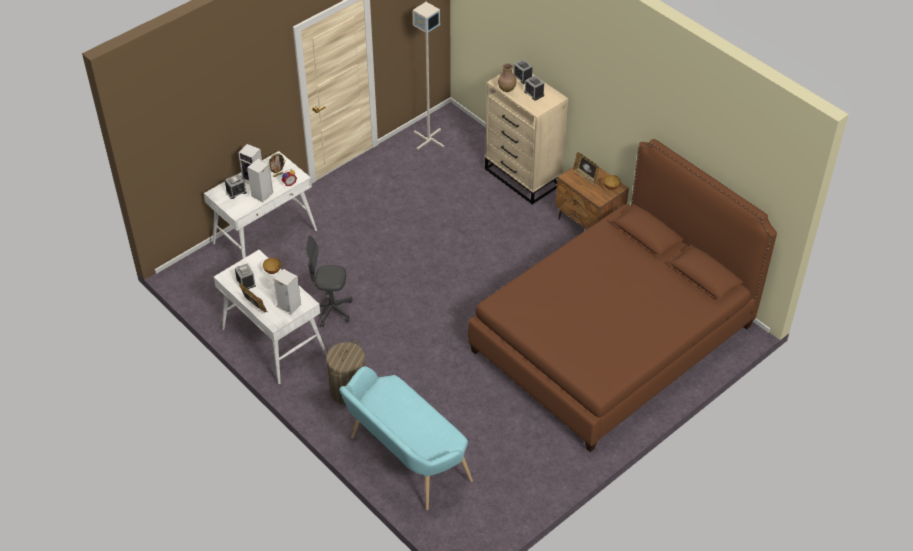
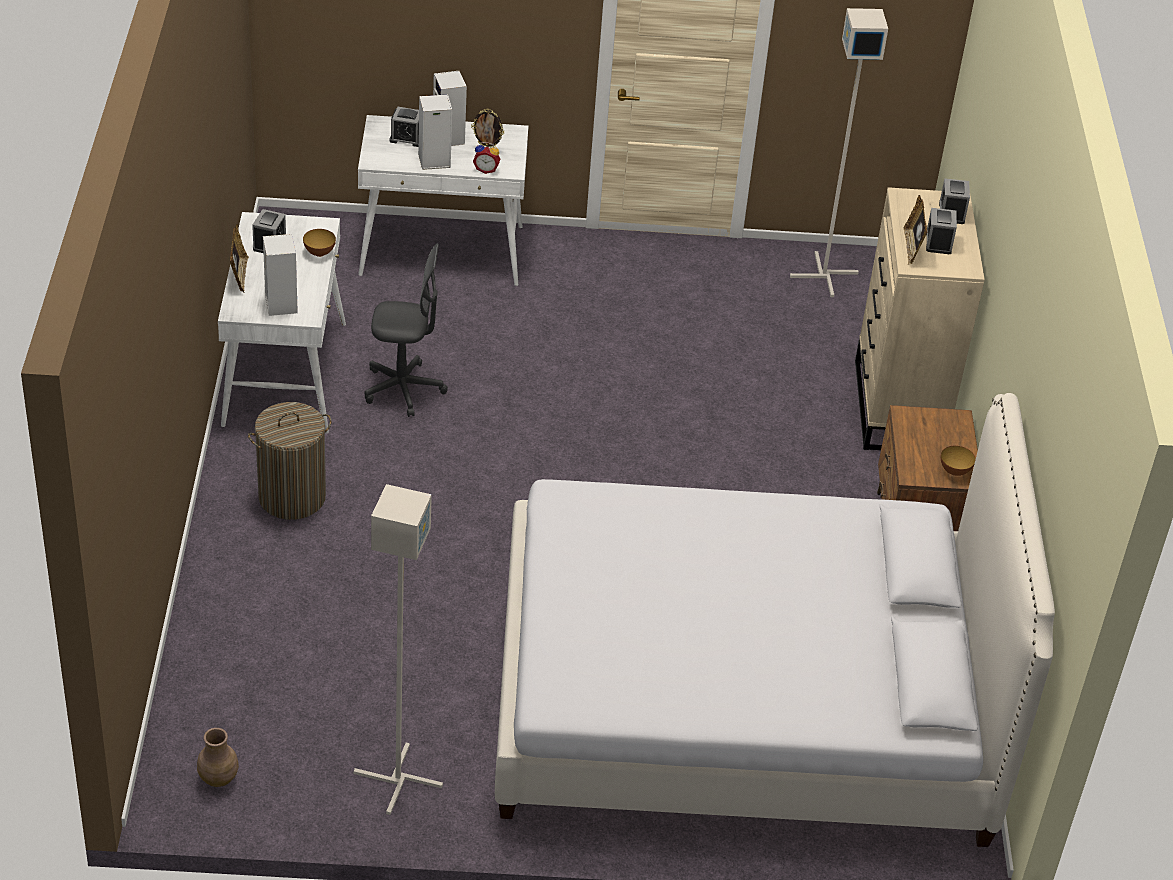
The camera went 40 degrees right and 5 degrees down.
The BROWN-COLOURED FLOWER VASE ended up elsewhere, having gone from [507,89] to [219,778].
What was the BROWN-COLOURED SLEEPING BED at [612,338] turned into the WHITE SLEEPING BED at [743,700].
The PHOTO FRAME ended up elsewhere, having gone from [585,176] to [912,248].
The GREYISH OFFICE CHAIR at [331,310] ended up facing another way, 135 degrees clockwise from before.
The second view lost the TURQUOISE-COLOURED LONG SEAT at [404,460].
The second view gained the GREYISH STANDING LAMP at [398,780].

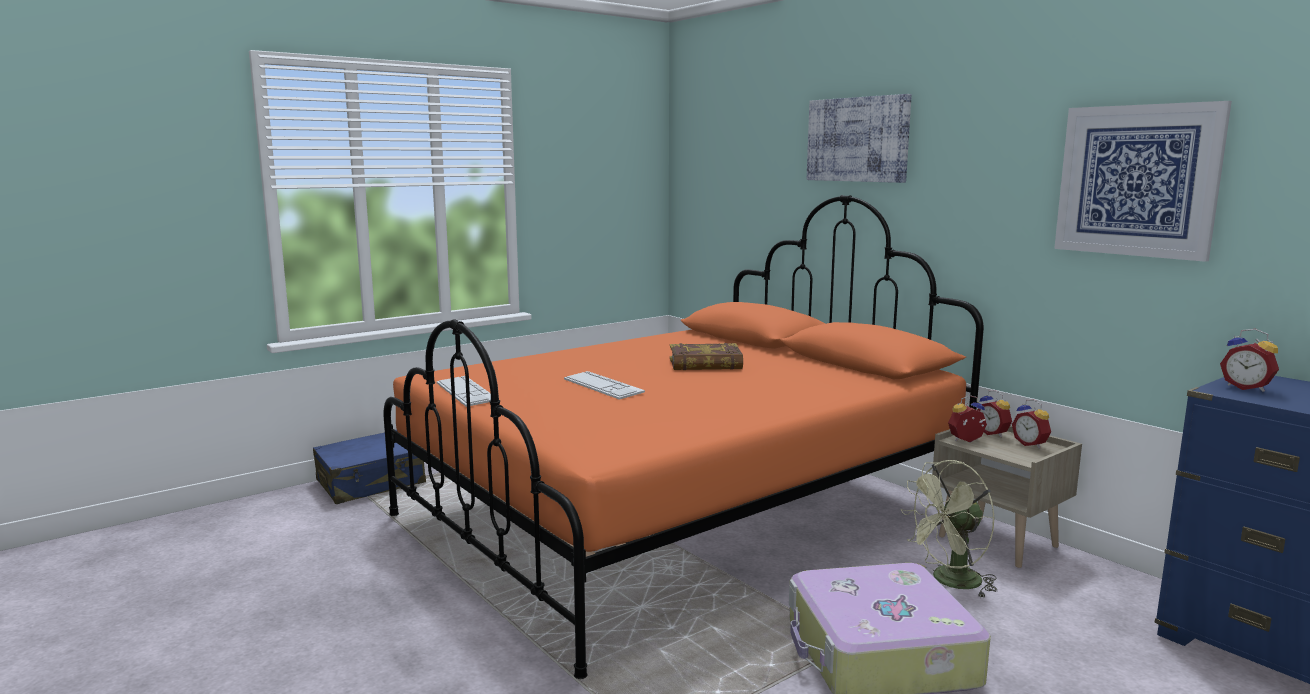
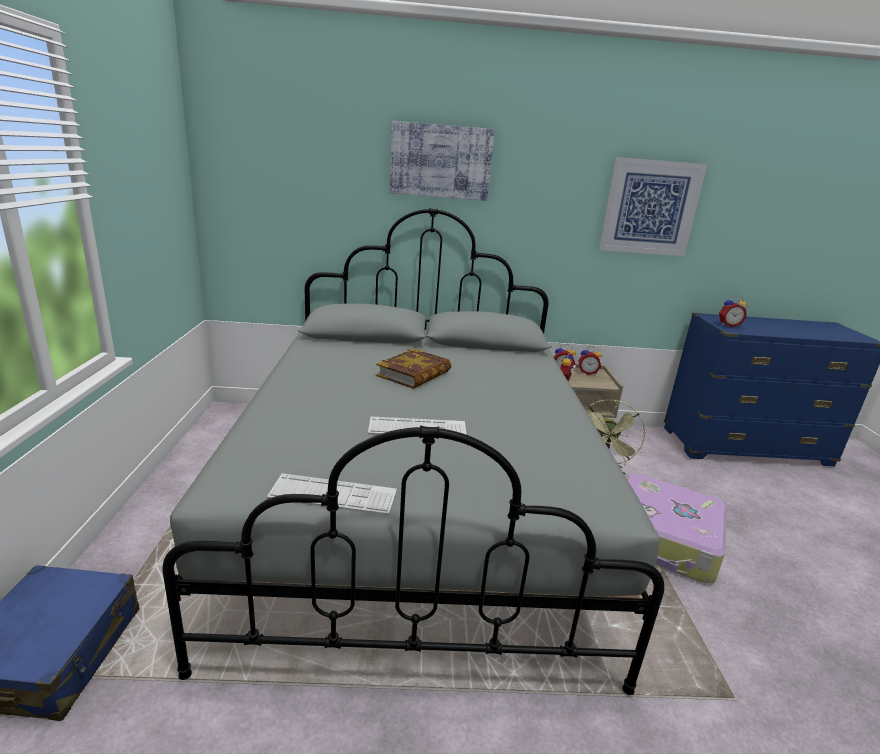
The camera went 55 degrees left and 10 degrees up.
What was the ORANGE SLEEPING BED at [681,515] turned into the GREYISH SLEEPING BED at [417,504].

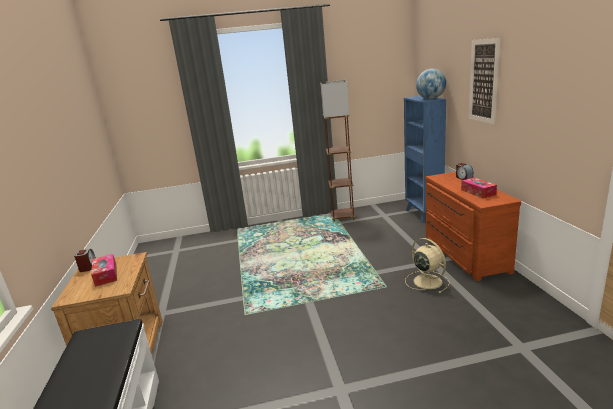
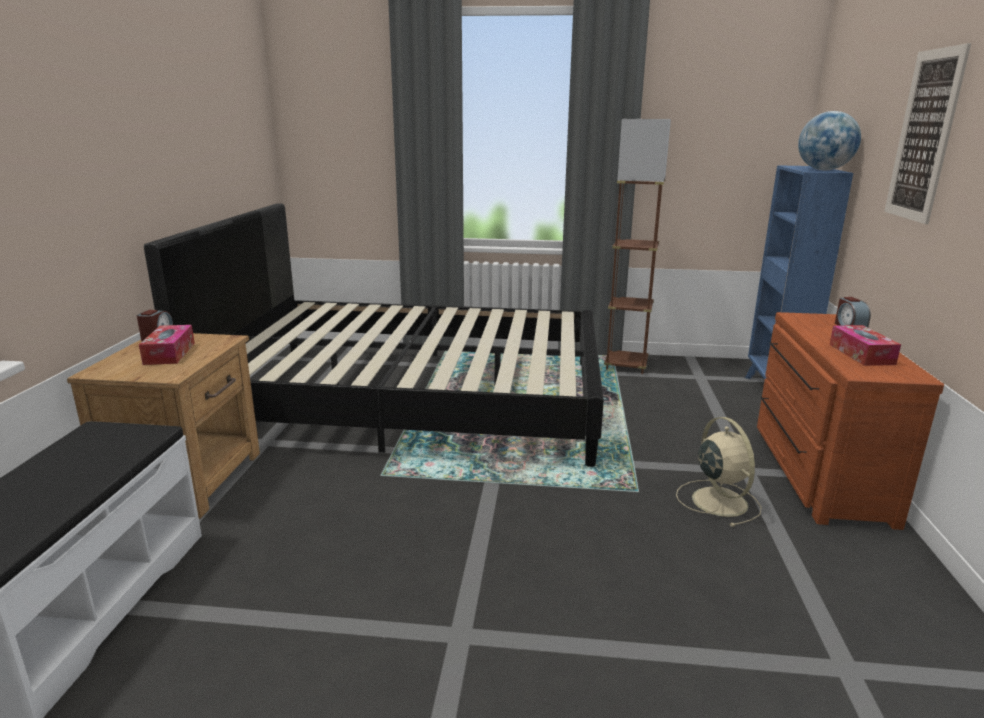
The camera went 15 degrees right and 0 degrees up.
The second view gained the BLACK-COLOURED SLEEPING BED at [413,398].

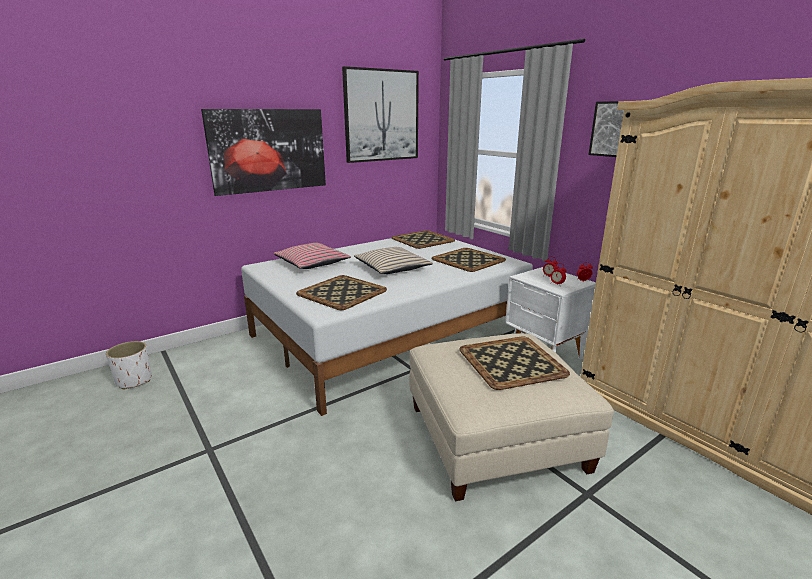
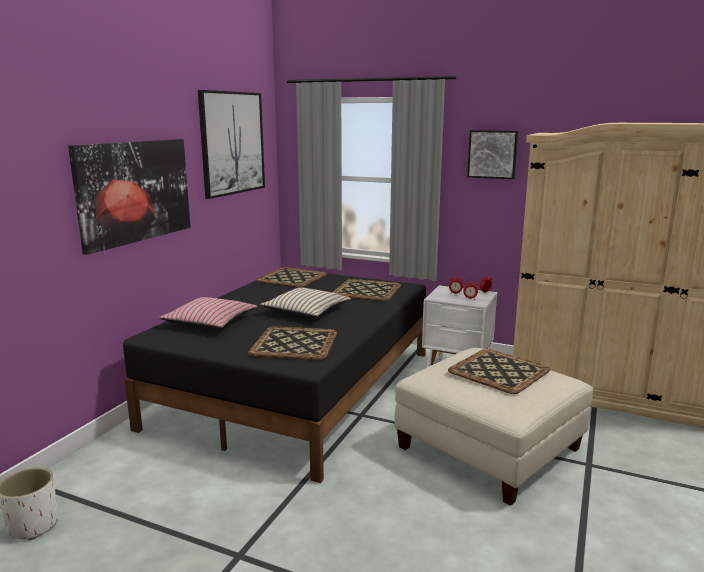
The camera went 30 degrees left and 5 degrees down.
What was the WHITE SLEEPING BED at [389,334] turned into the BLACK-COLOURED SLEEPING BED at [298,388].

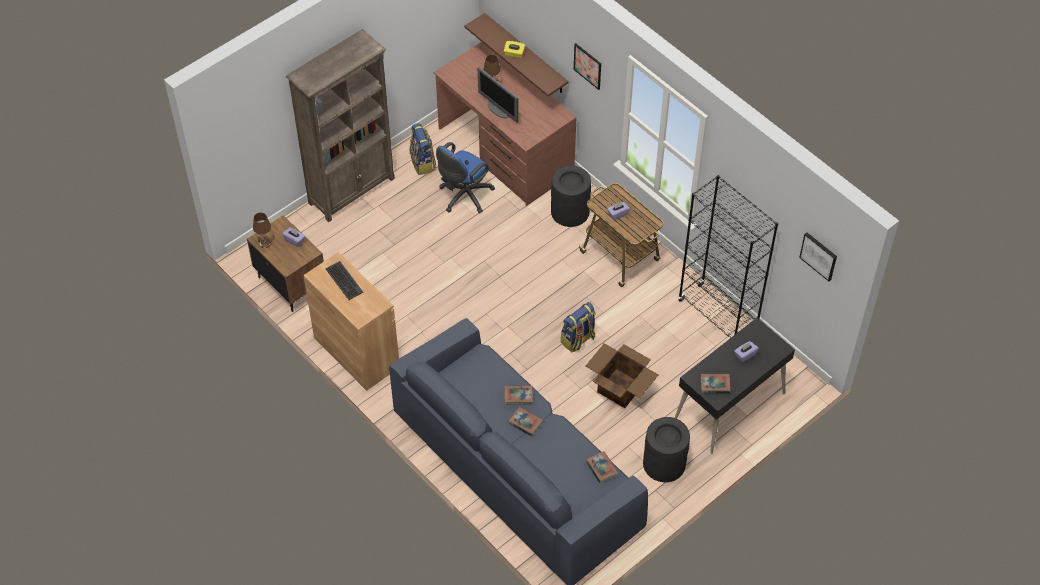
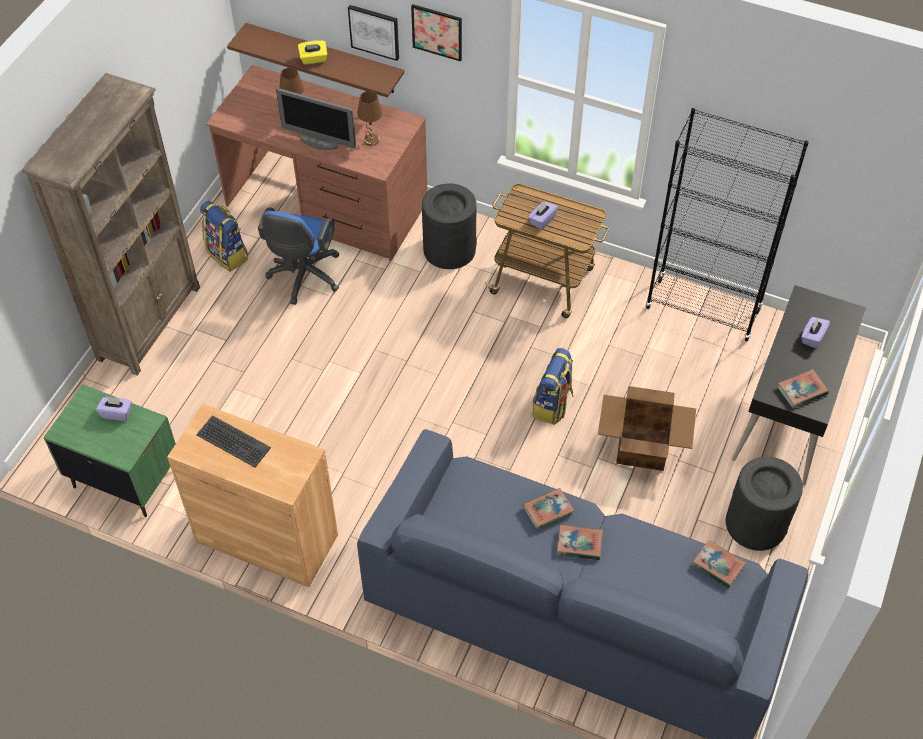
The camera went 25 degrees left and 0 degrees up.
The BROWN-COLOURED TABLETOP LAMP ended up elsewhere, having gone from [265,244] to [371,141].
What was the BROWN-COLOURED BEDSIDE TABLE at [291,283] turned into the GREEN BEDSIDE TABLE at [125,478].
The WALL PICTURE ended up elsewhere, having gone from [819,256] to [374,31].

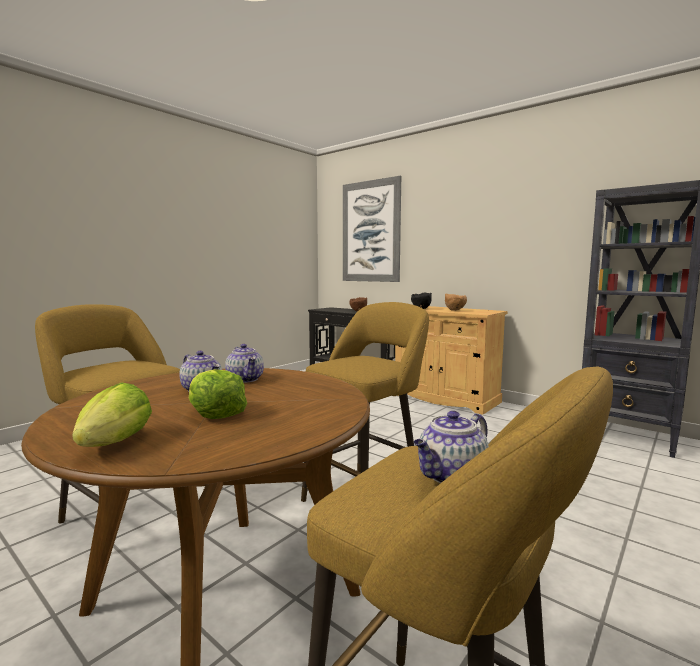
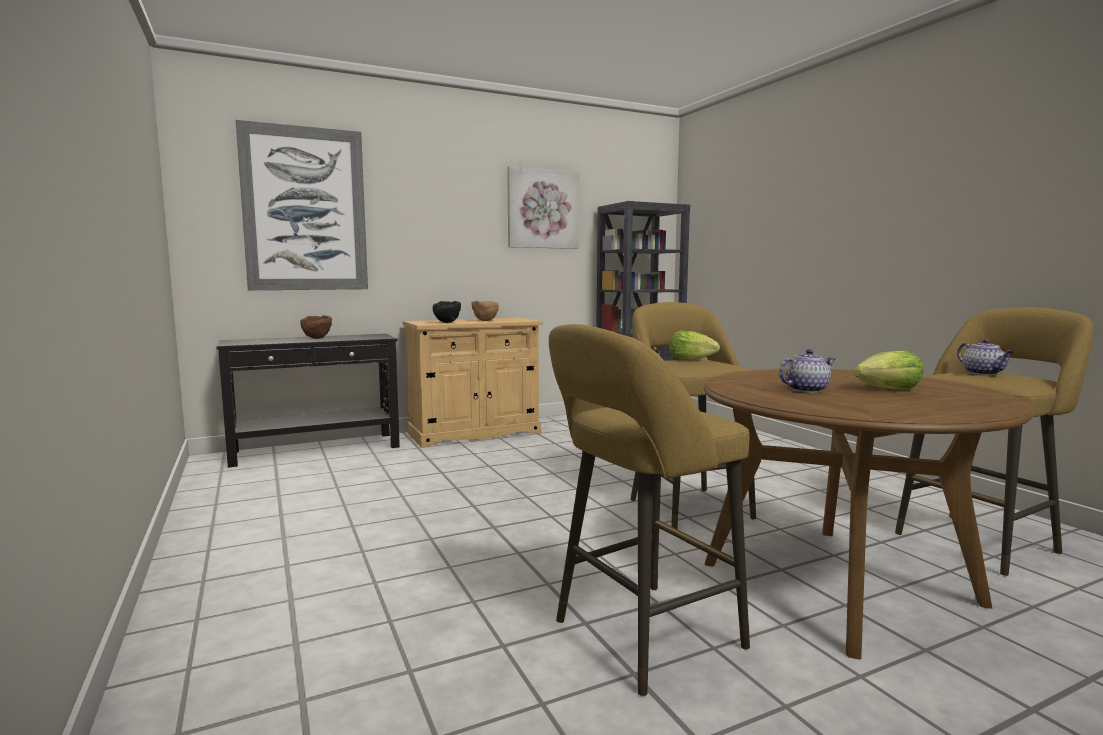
The camera went 65 degrees left and 0 degrees up.
The second view lost the TEA POT at [246,379].
The LETTUCE HEAD ended up elsewhere, having gone from [116,443] to [690,360].
The second view gained the WALL PICTURE at [542,209].

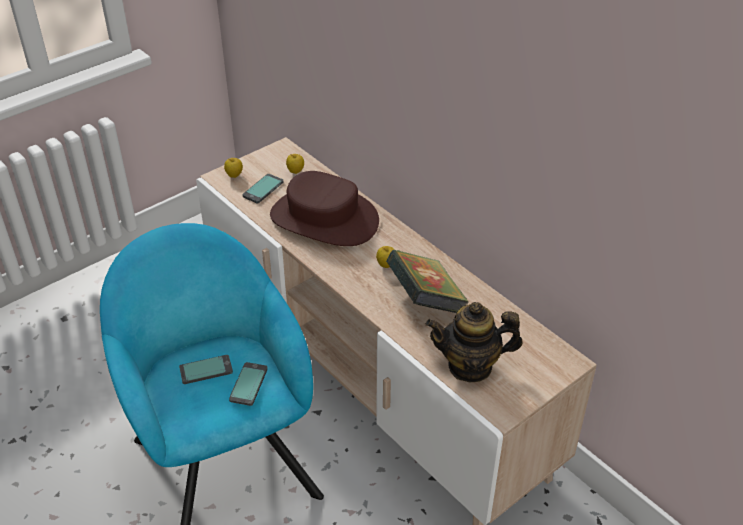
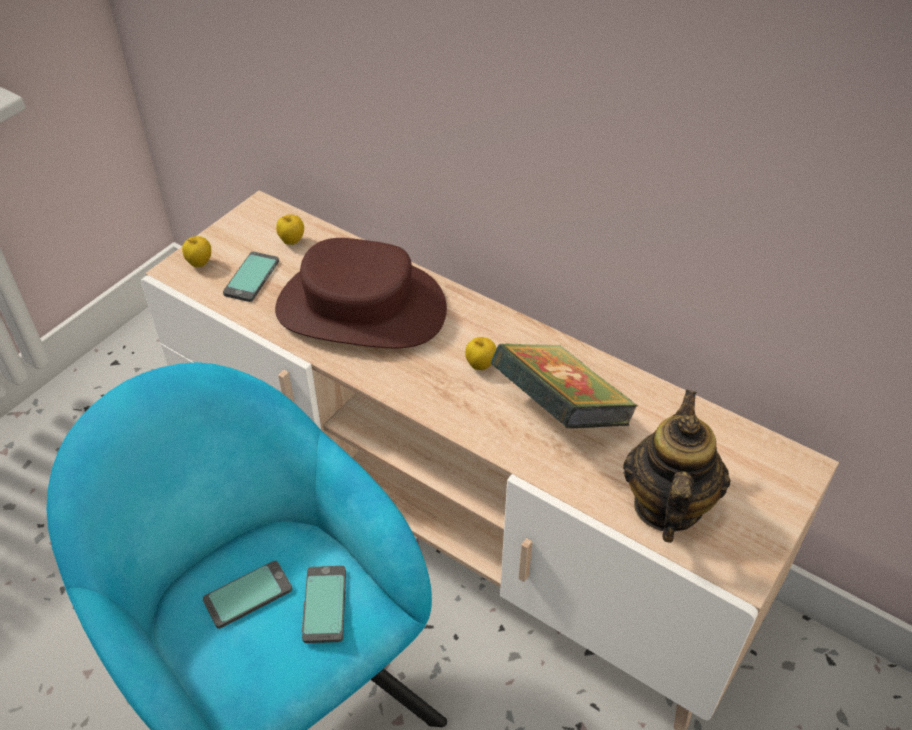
The camera went 15 degrees left and 5 degrees up.
The TEA POT at [470,366] ended up facing another way, 120 degrees clockwise from before.

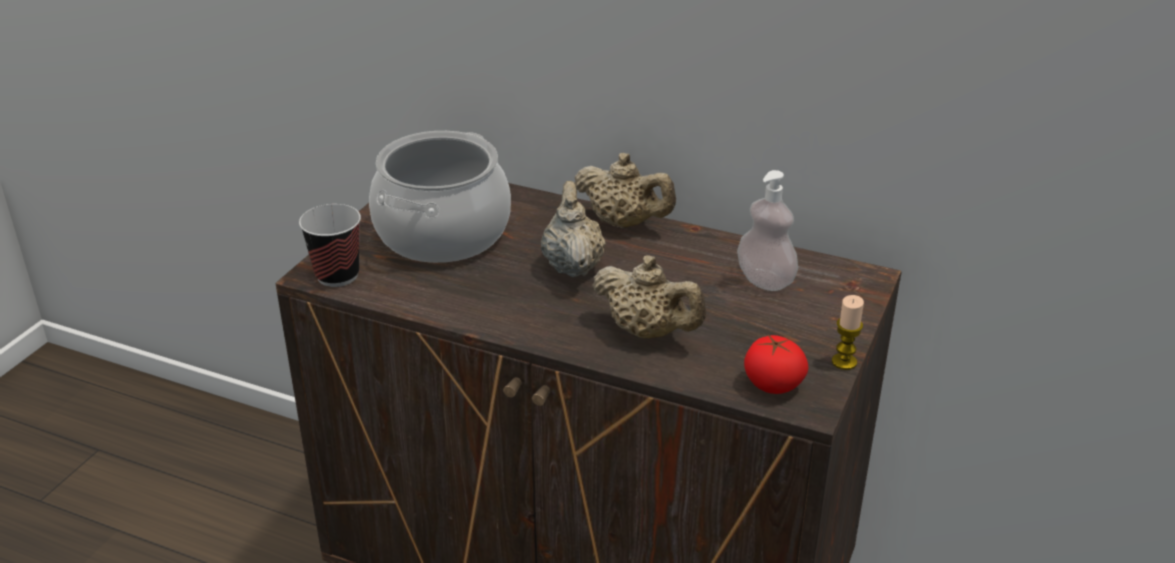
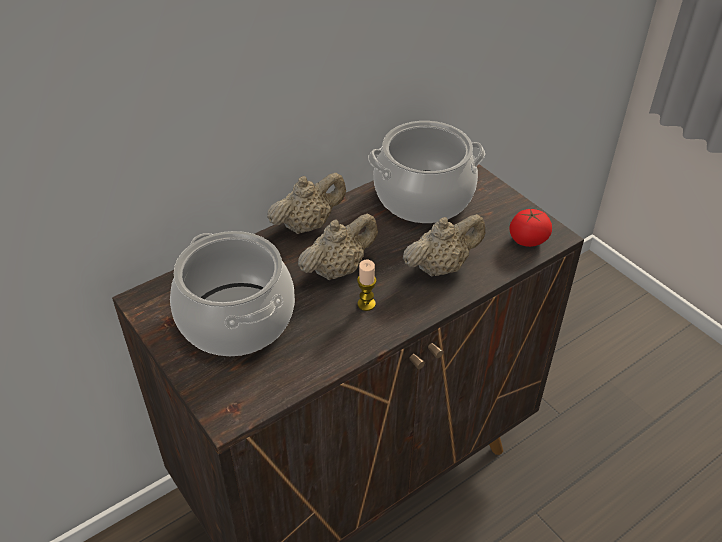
The camera went 60 degrees left and 10 degrees up.
Where the LIQUID SOAP BOTTLE stood at [765,280], the COOKING POT came to stand at [423,196].
The SAND-COLOURED TEA POT at [572,265] ended up facing another way, 120 degrees clockwise from before.
The second view lost the CUP at [337,275].
The WAX LIGHT ended up elsewhere, having gone from [844,362] to [366,304].

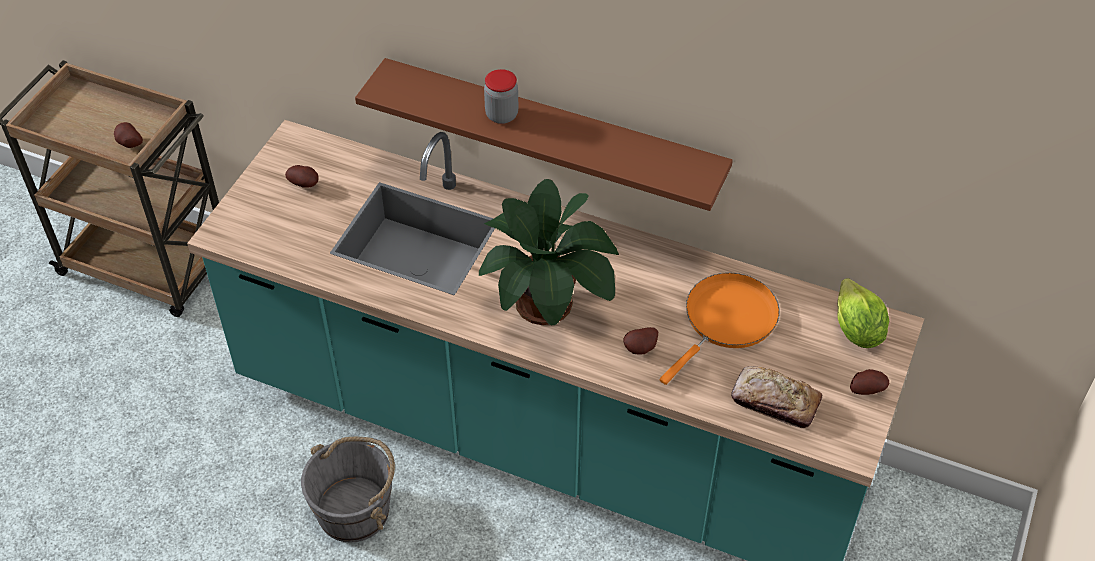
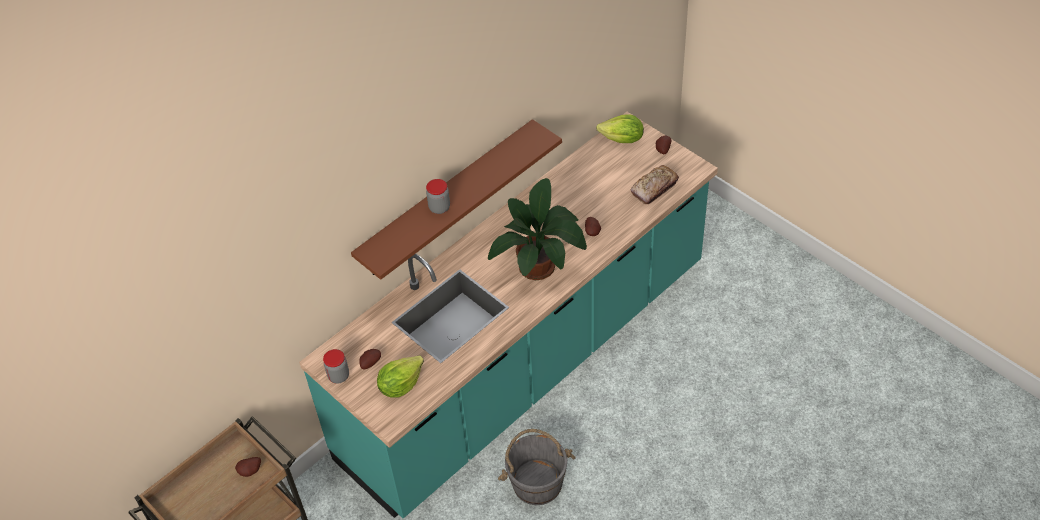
The camera went 65 degrees left and 0 degrees up.
The second view lost the ORANGE PAN at [726,320].
The second view gained the PRESERVE JAR at [338,376].
The second view gained the LETTUCE HEAD at [400,385].

